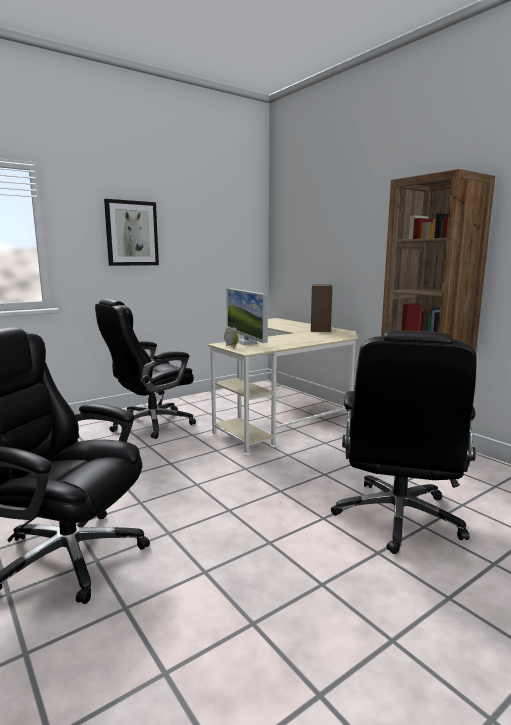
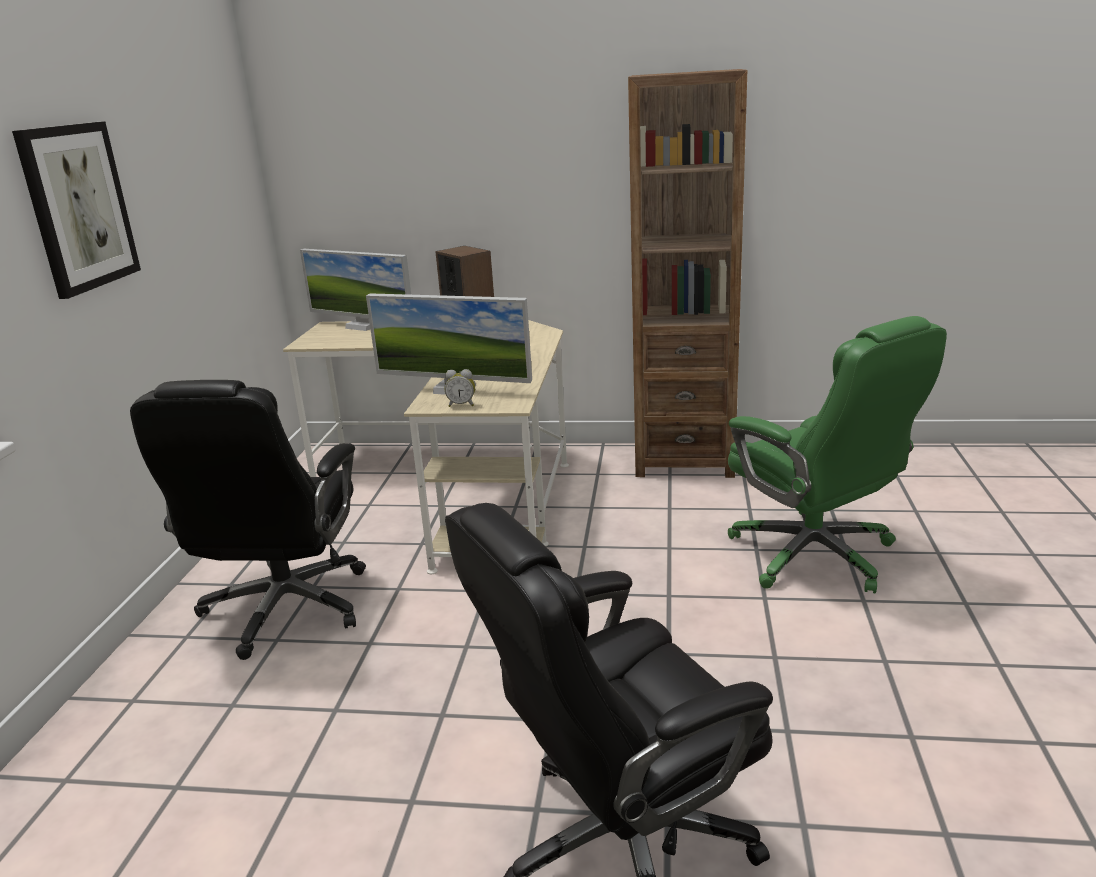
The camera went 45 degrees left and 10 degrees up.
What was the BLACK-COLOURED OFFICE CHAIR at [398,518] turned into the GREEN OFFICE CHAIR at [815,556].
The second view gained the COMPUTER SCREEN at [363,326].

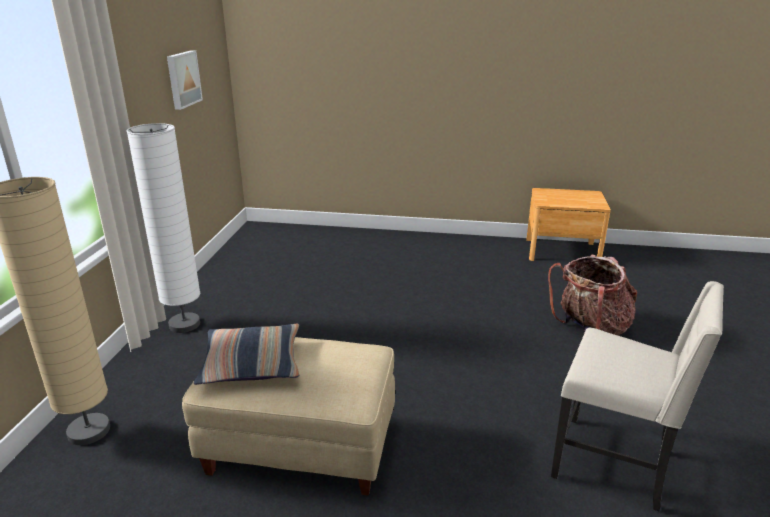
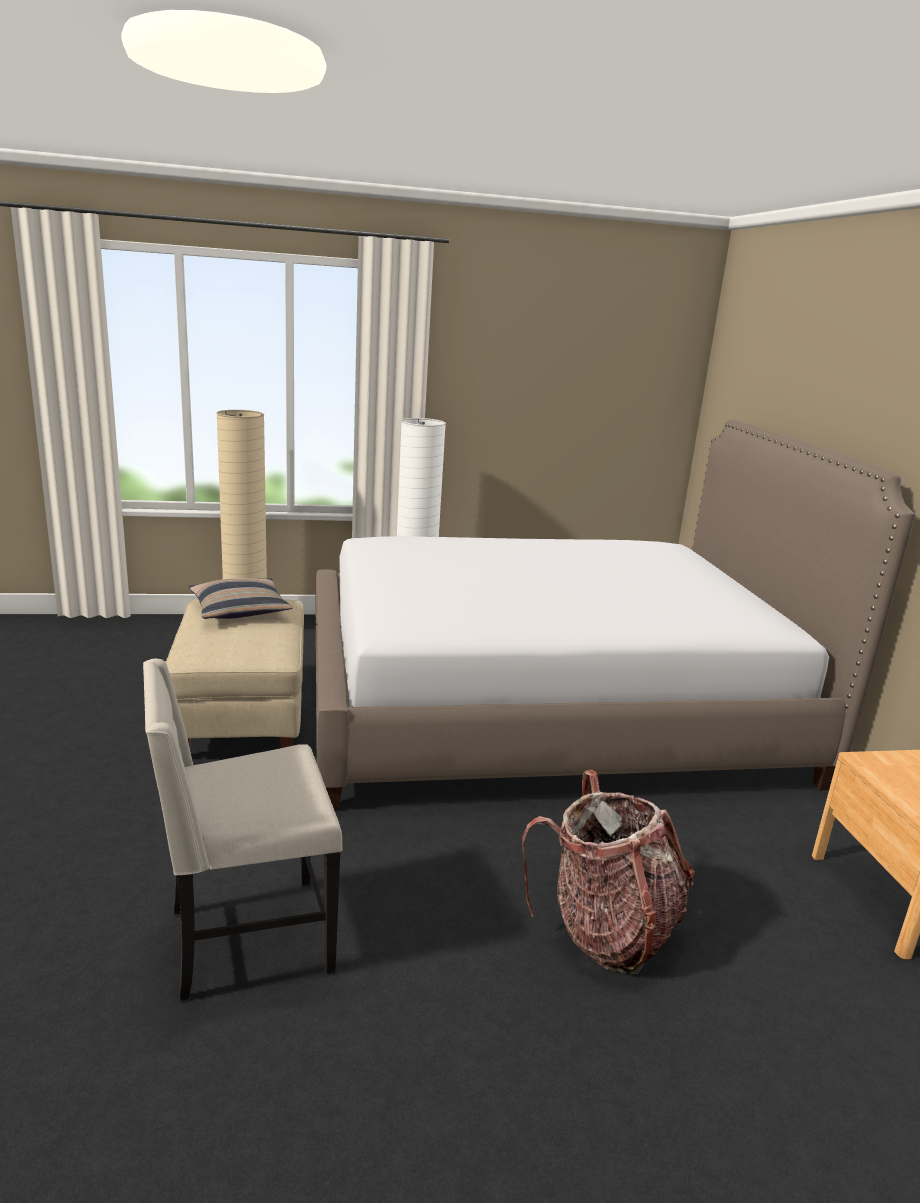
The camera went 70 degrees right and 5 degrees down.
The second view lost the WALL PICTURE at [182,79].
The SAND-COLOURED PLAIN CHAIR at [614,464] ended up facing another way, 60 degrees clockwise from before.
The second view gained the SLEEPING BED at [546,710].

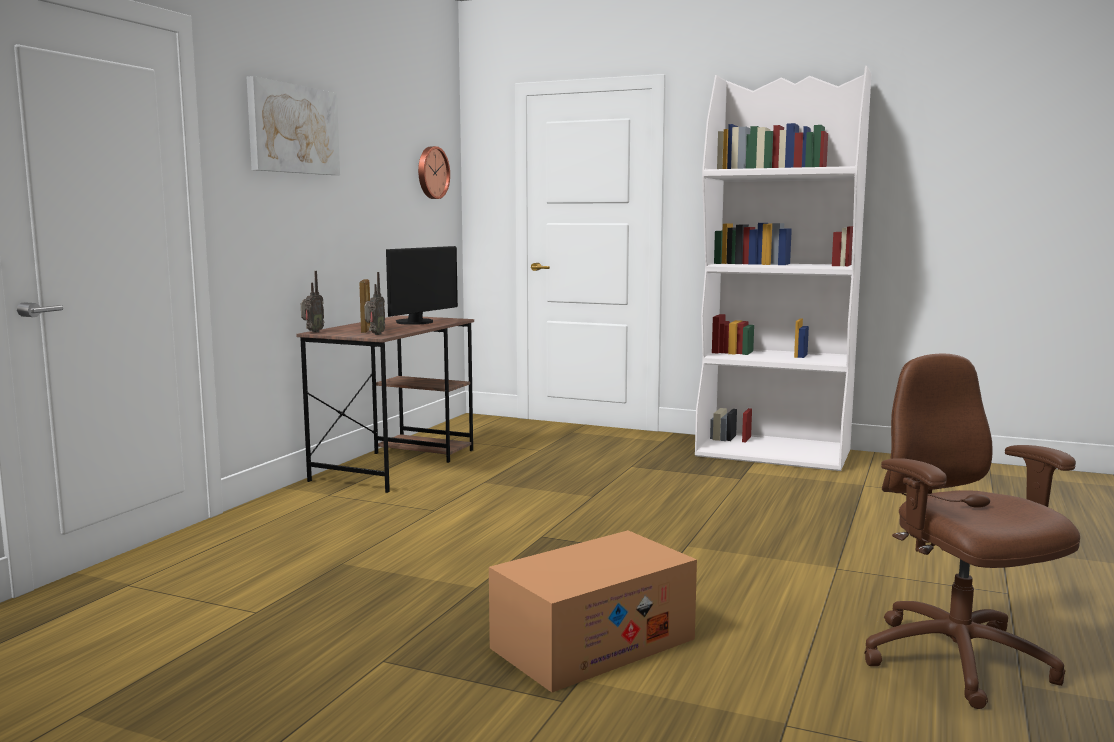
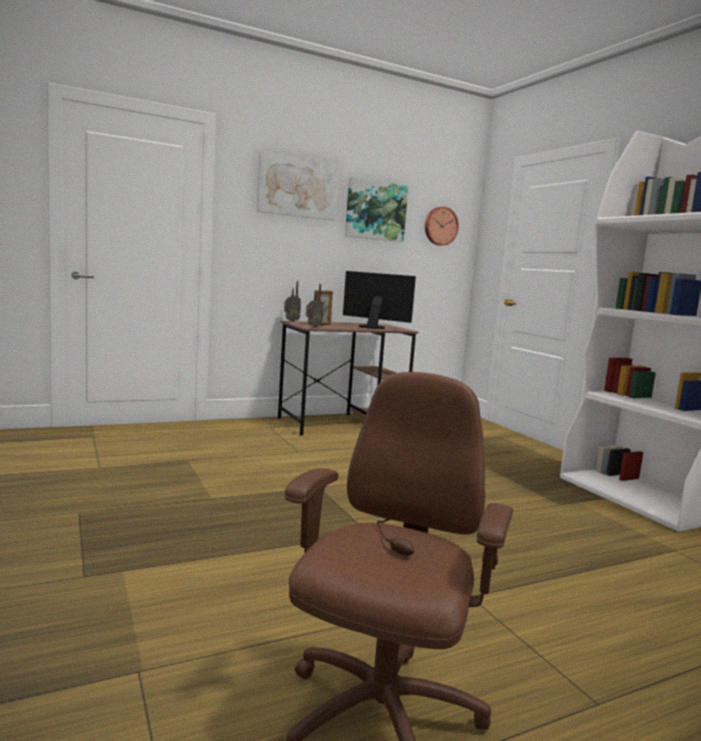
The camera went 40 degrees right and 0 degrees up.
The COMPUTER SCREEN at [418,322] ended up facing another way, 135 degrees counterclockwise from before.
The second view lost the CARTON at [593,643].
The second view gained the WALL PICTURE at [375,210].

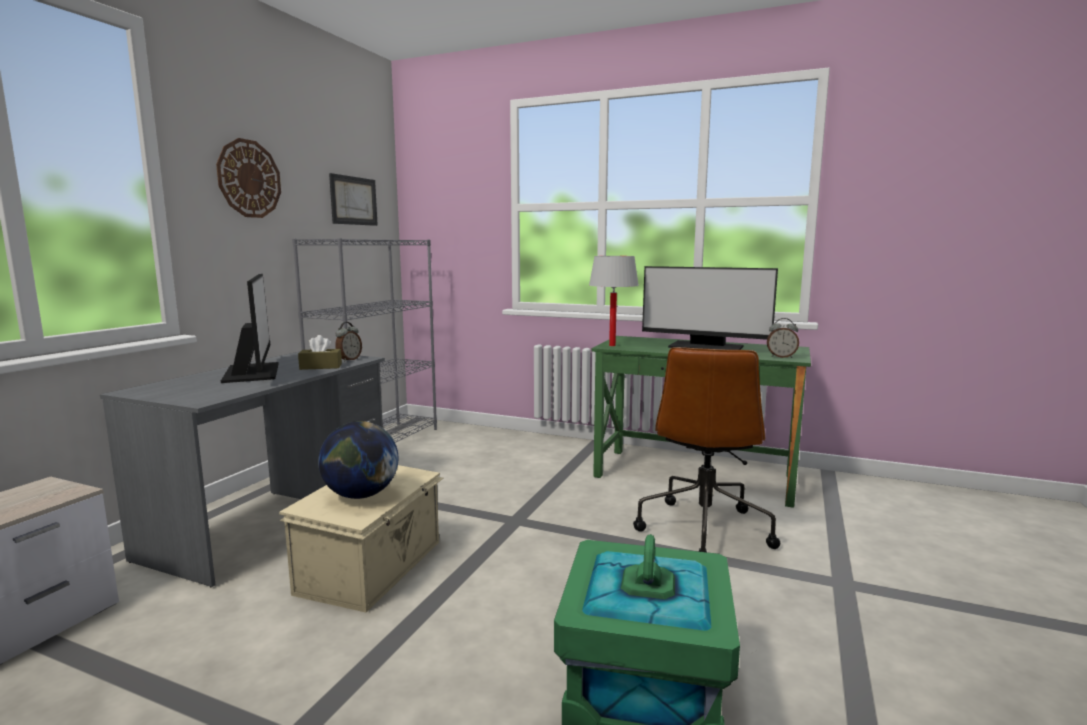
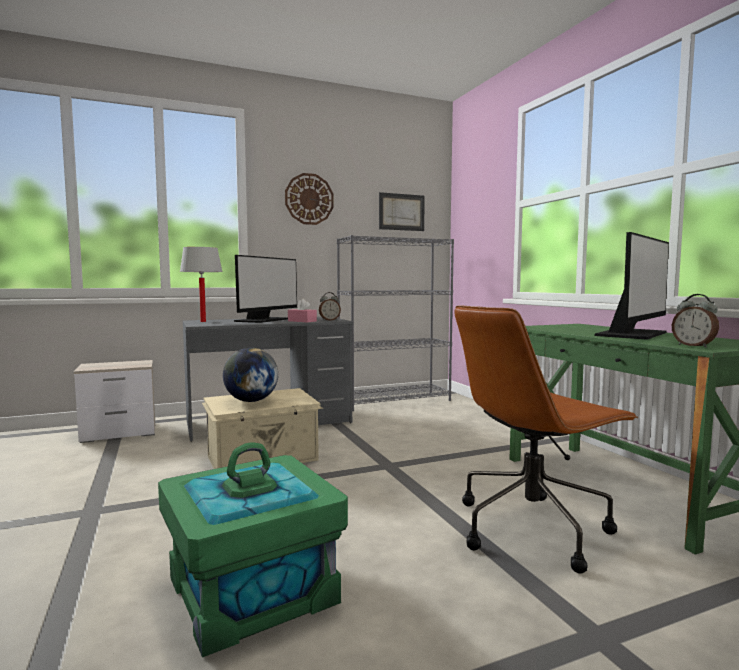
The camera went 45 degrees right and 5 degrees down.
The WHITE TABLETOP LAMP ended up elsewhere, having gone from [612,345] to [203,321].
The COMPUTER SCREEN at [705,347] ended up facing another way, 120 degrees counterclockwise from before.
What was the BROWN-COLOURED TISSUE HOLDER at [321,367] turned into the PINK-COLOURED TISSUE HOLDER at [302,321].

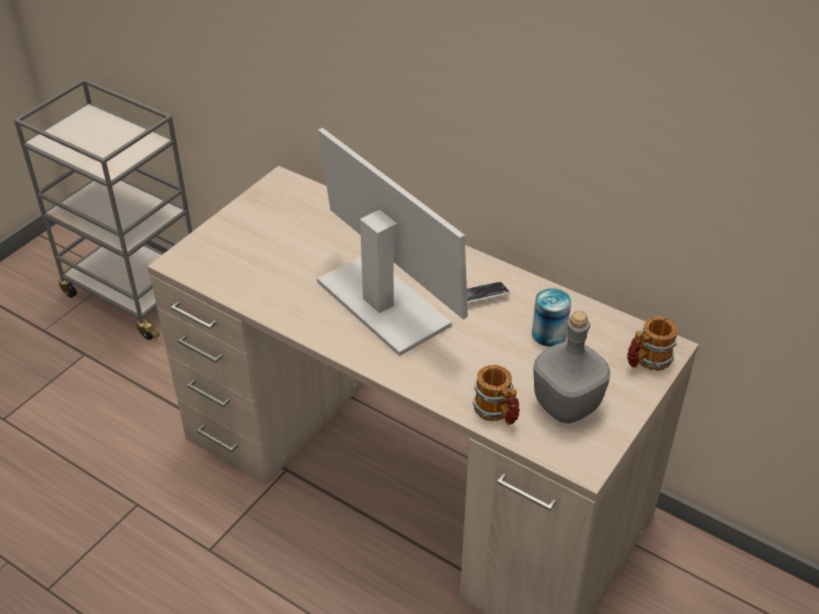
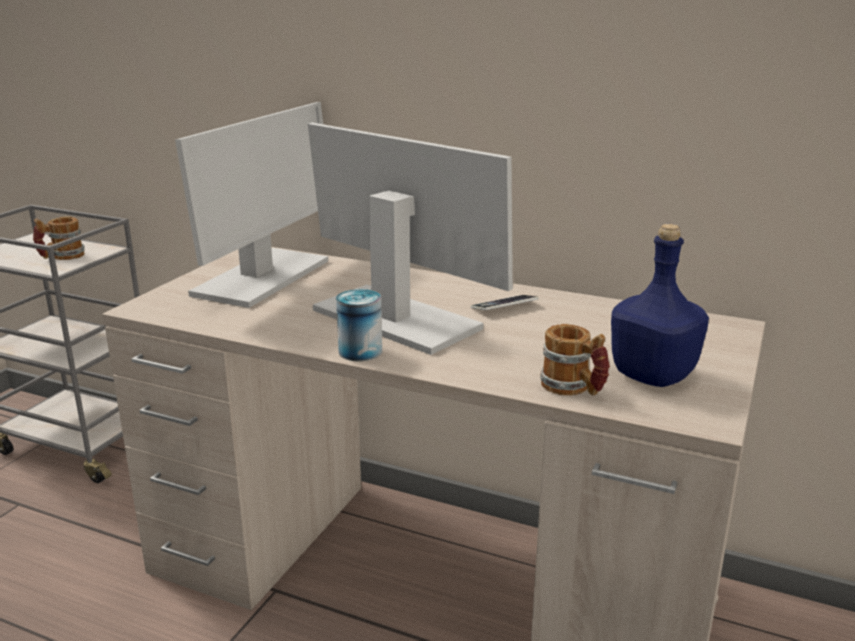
The camera went 10 degrees left and 20 degrees down.
The SEALED CAN ended up elsewhere, having gone from [549,334] to [360,351].
What was the GREYISH BOTTLE at [565,404] turned into the BLUE-COLOURED BOTTLE at [651,375].
The MUG ended up elsewhere, having gone from [647,361] to [61,257].
The second view gained the COMPUTER SCREEN at [262,278].

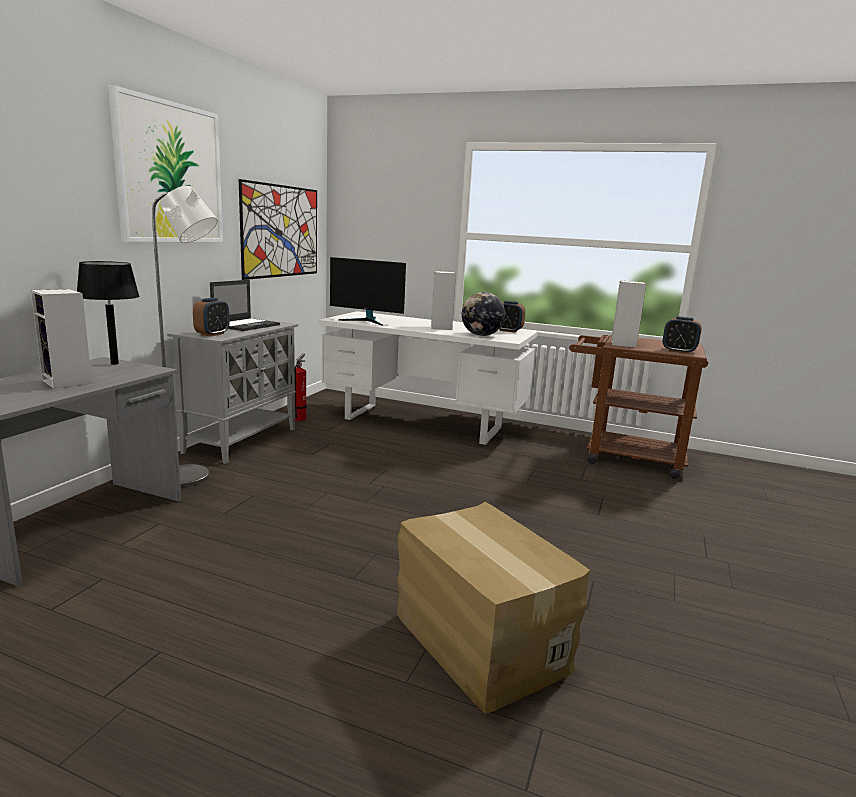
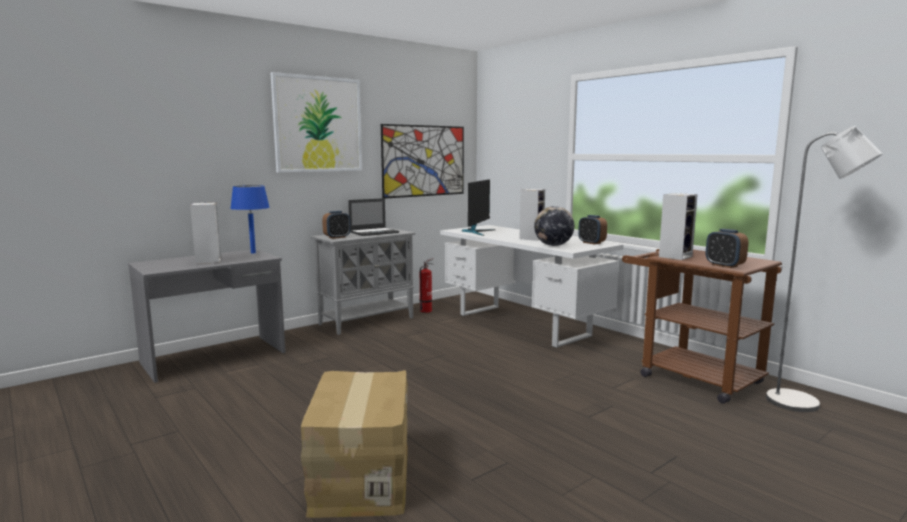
The camera went 30 degrees right and 5 degrees down.
The GREYISH STANDING LAMP ended up elsewhere, having gone from [192,479] to [803,404].
The COMPUTER SCREEN at [367,321] ended up facing another way, 120 degrees counterclockwise from before.
What was the BLACK-COLOURED TABLETOP LAMP at [115,363] turned into the BLUE-COLOURED TABLETOP LAMP at [253,253].

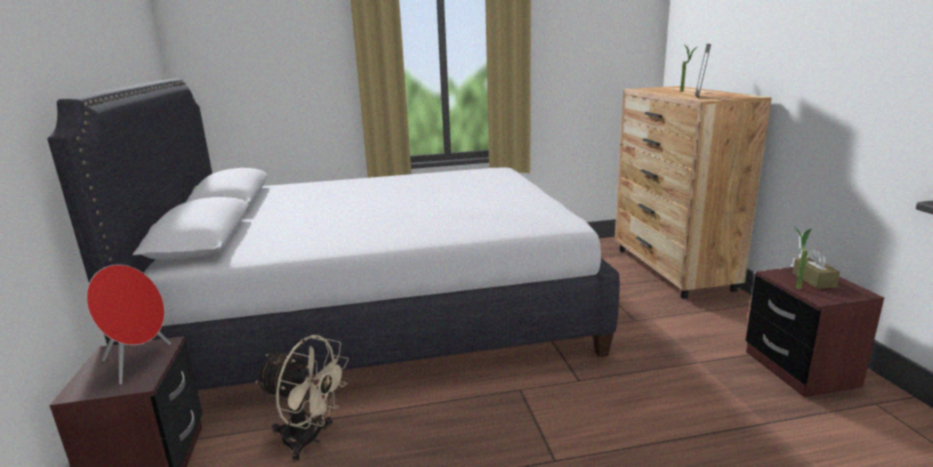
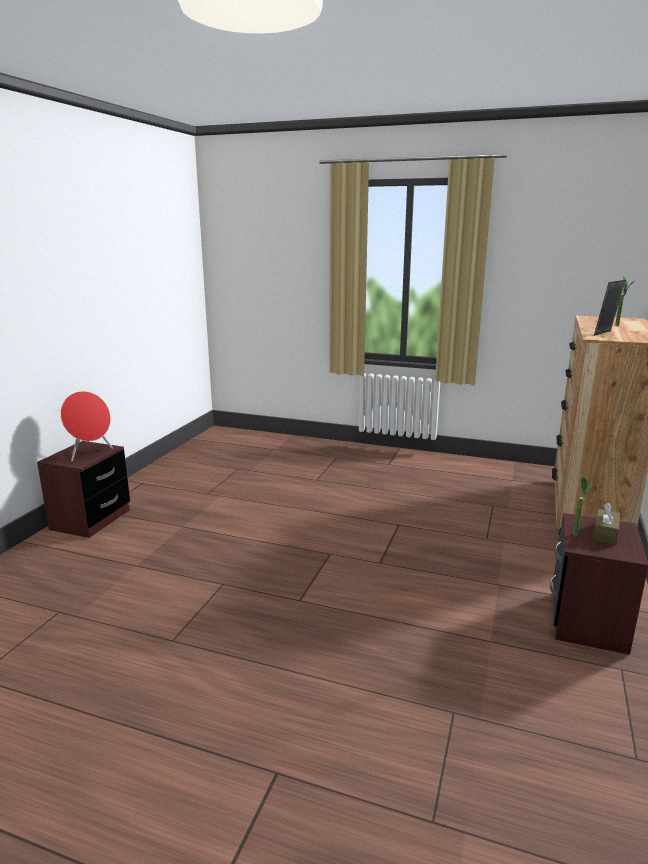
The camera went 30 degrees right and 0 degrees up.
The second view lost the WHITE SLEEPING BED at [382,314].
The second view lost the SAND-COLOURED COOLING FAN at [310,440].

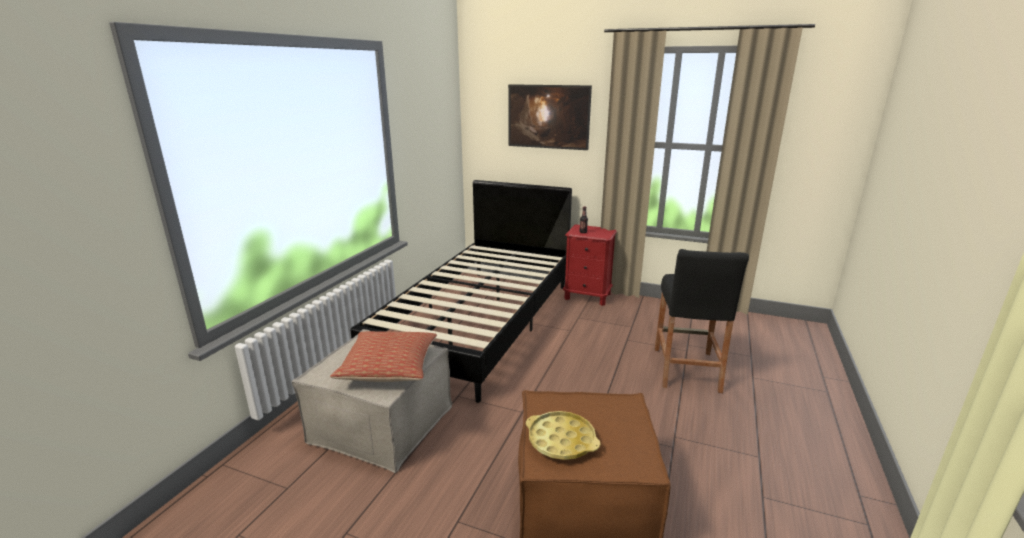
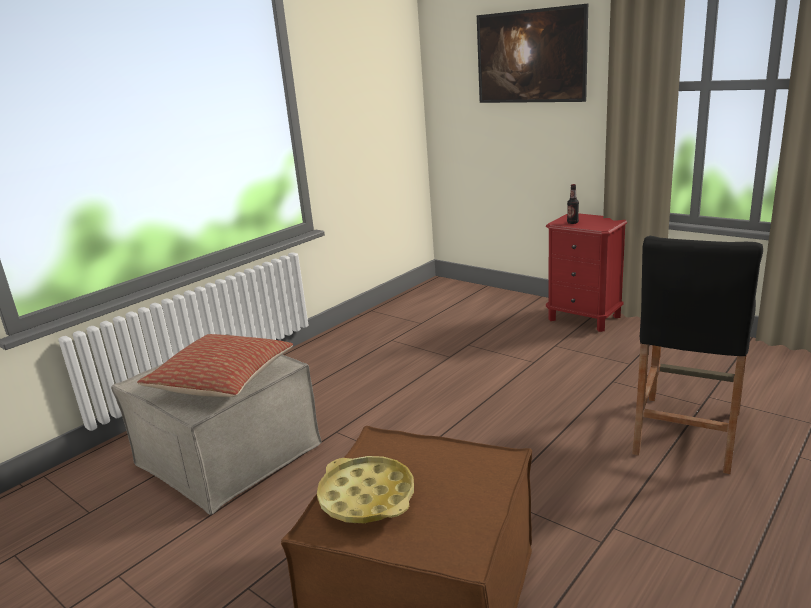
The camera went 20 degrees right and 0 degrees up.
The second view lost the BLACK-COLOURED SLEEPING BED at [479,322].

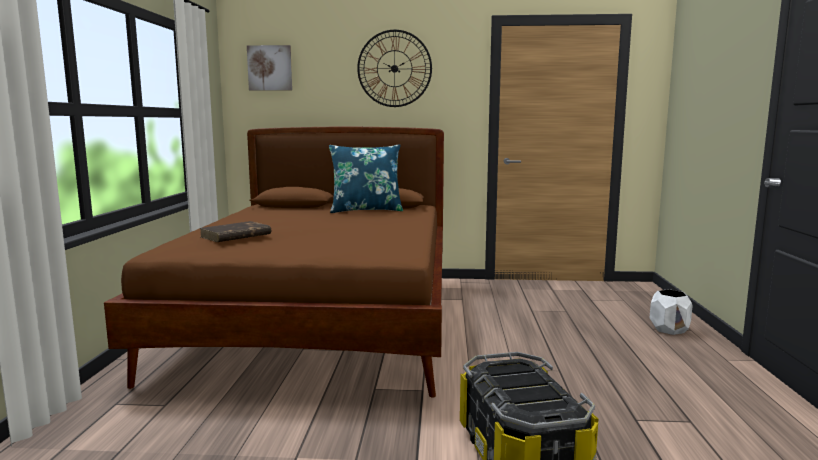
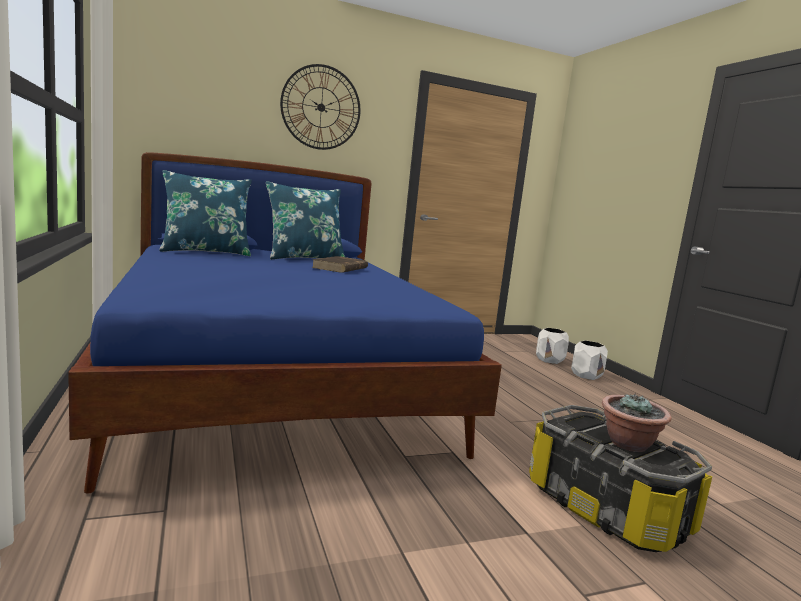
The camera went 25 degrees left and 0 degrees up.
The second view lost the WALL PICTURE at [270,68].
What was the BROWN-COLOURED SLEEPING BED at [323,322] turned into the BLUE-COLOURED SLEEPING BED at [274,383].
The BROWN-COLOURED VOLUME ended up elsewhere, having gone from [235,236] to [340,268].
The second view gained the BLUE-COLOURED PILLOW at [206,252].
The second view gained the WHITE PLANTER at [550,360].
The second view gained the PLANT IN A POT at [629,444].

